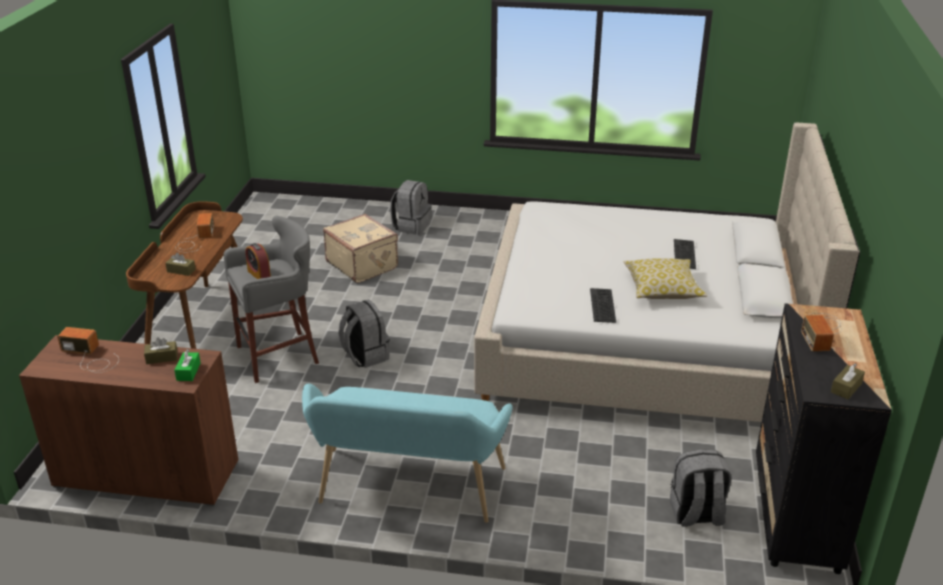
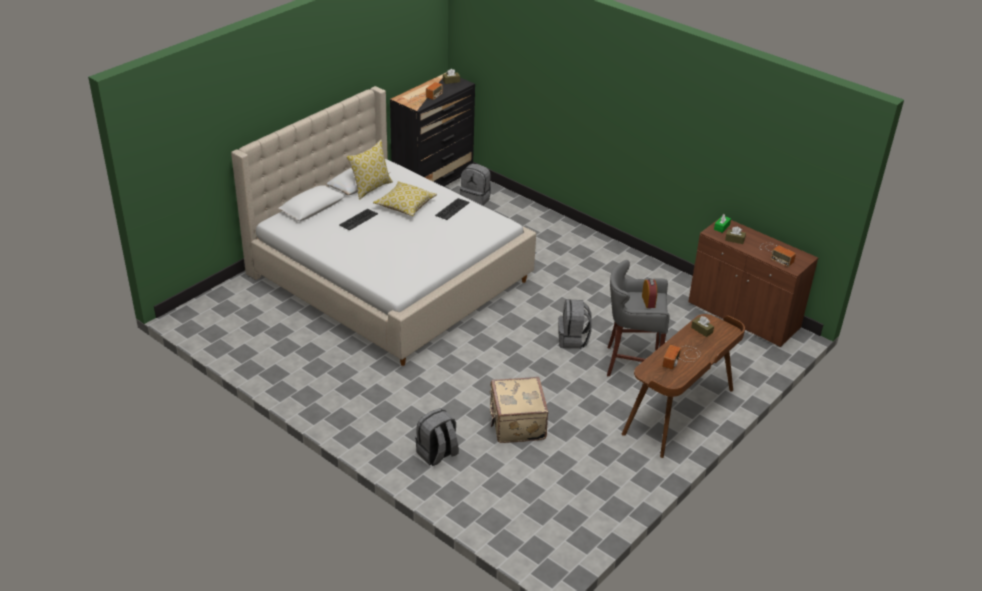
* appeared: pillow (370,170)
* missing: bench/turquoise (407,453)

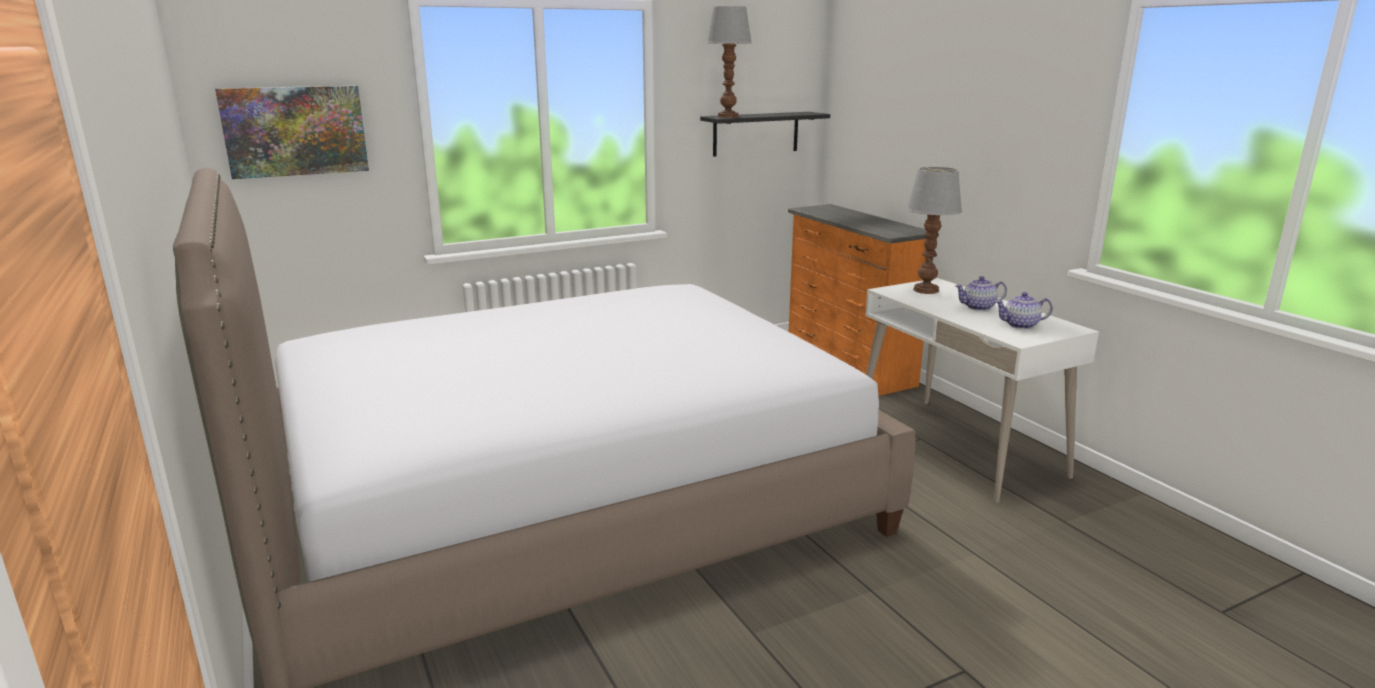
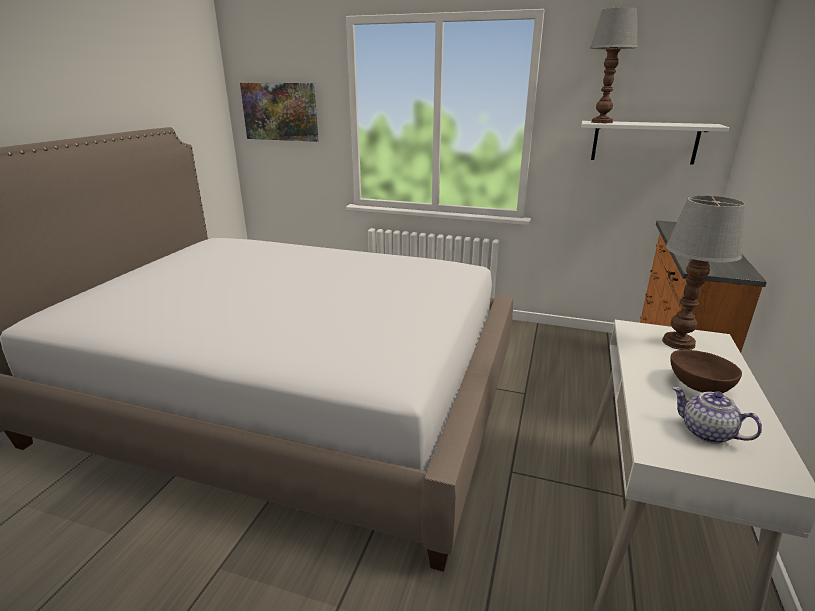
* colour: shelf/black (765,134) to shelf/white (655,143)
* exchanged: teapot (981,293) to bowl/brown (706,371)

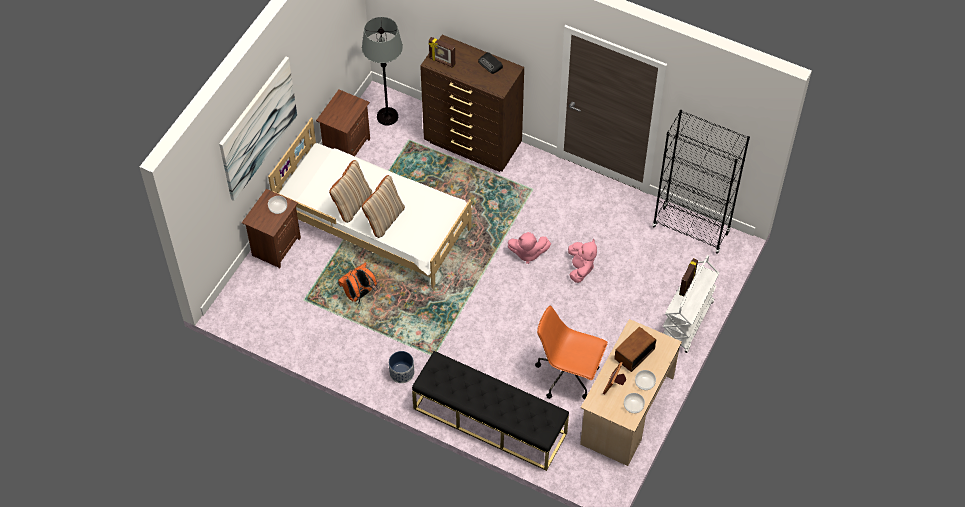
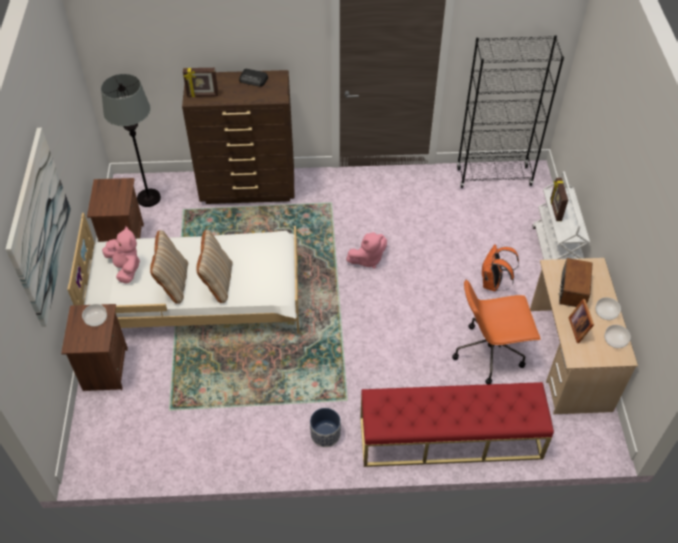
* relocated: plush toy/pink (582,261) to (121,255)
* colour: bench/black (490,411) to bench/red (457,424)
* relocated: backpack/orange (358,283) to (500,267)

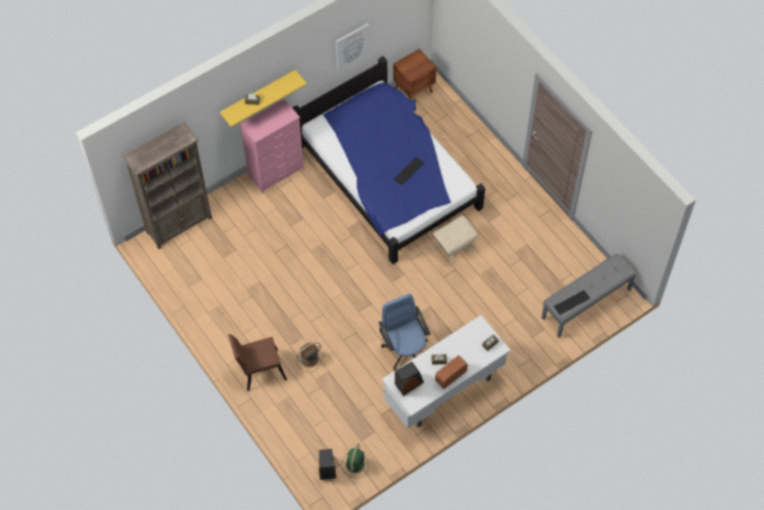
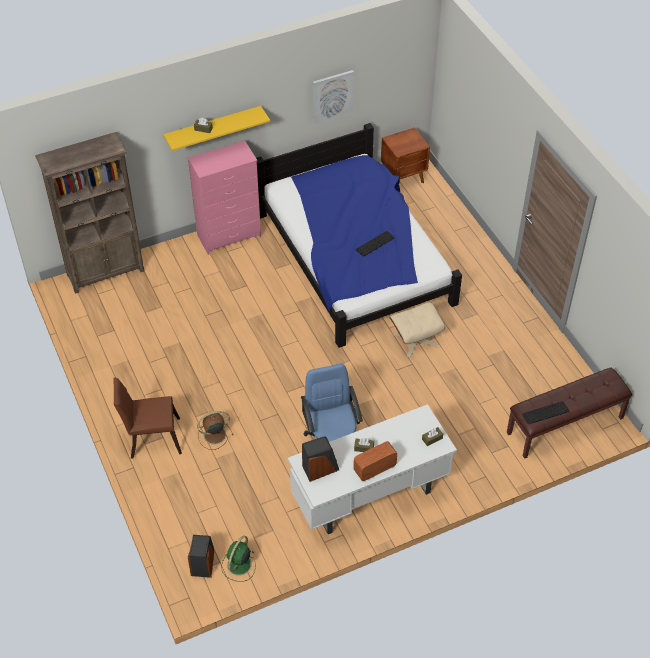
* colour: bench/grey (589,295) to bench/brown (569,413)

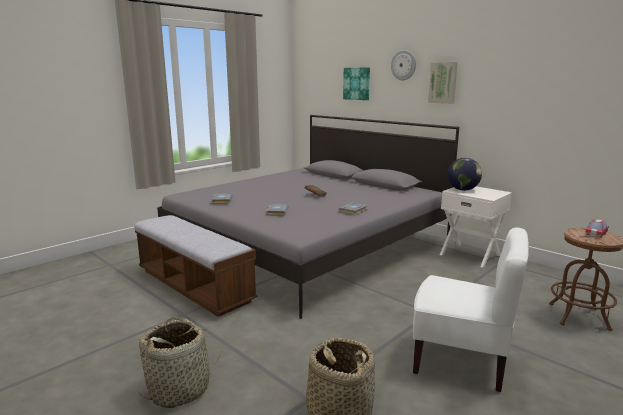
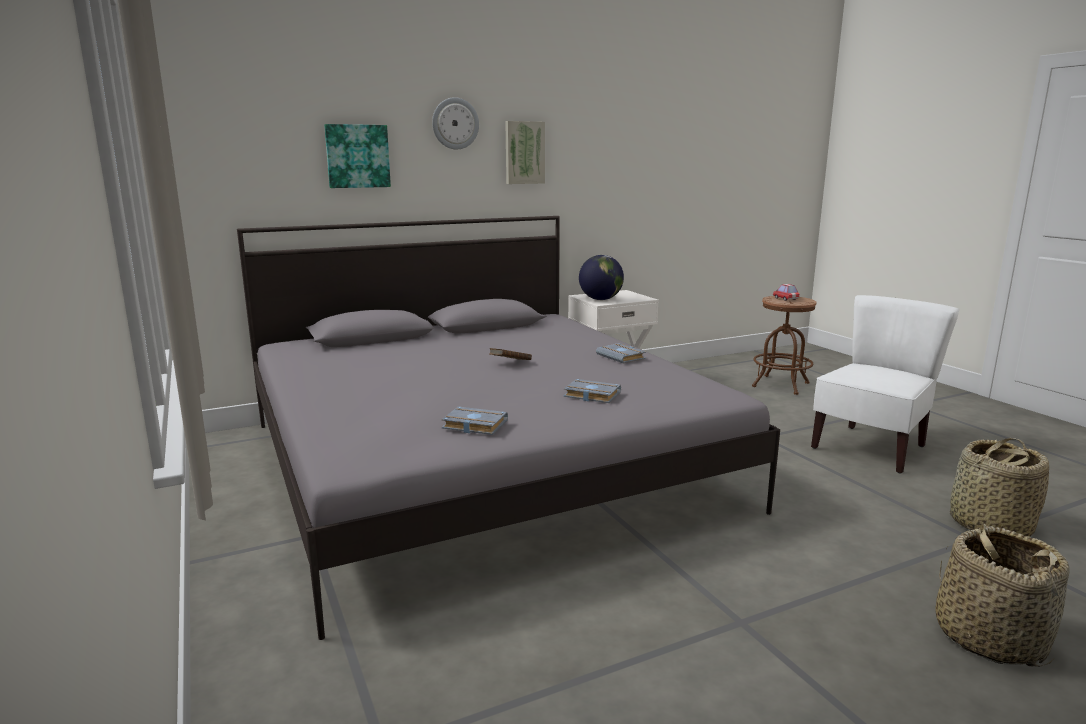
* missing: bench (196,266)

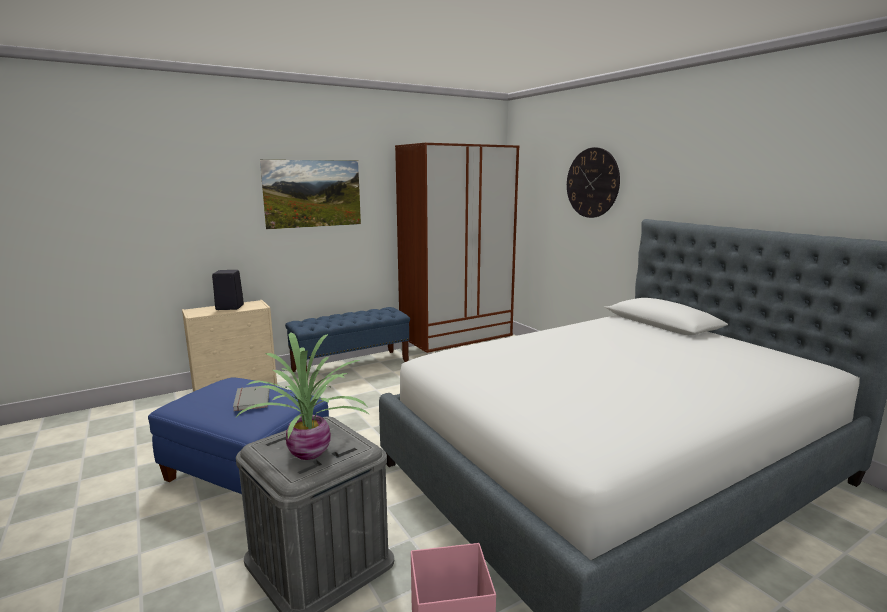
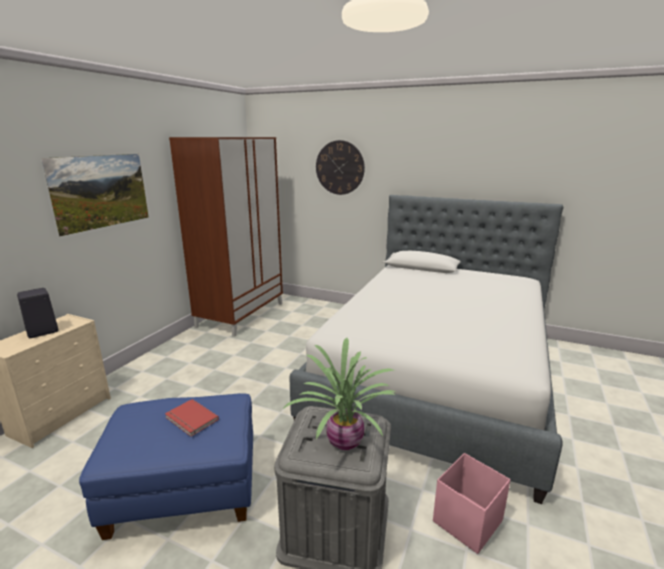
* colour: book/grey (251,398) to book/red (192,418)
* missing: bench/blue (347,340)

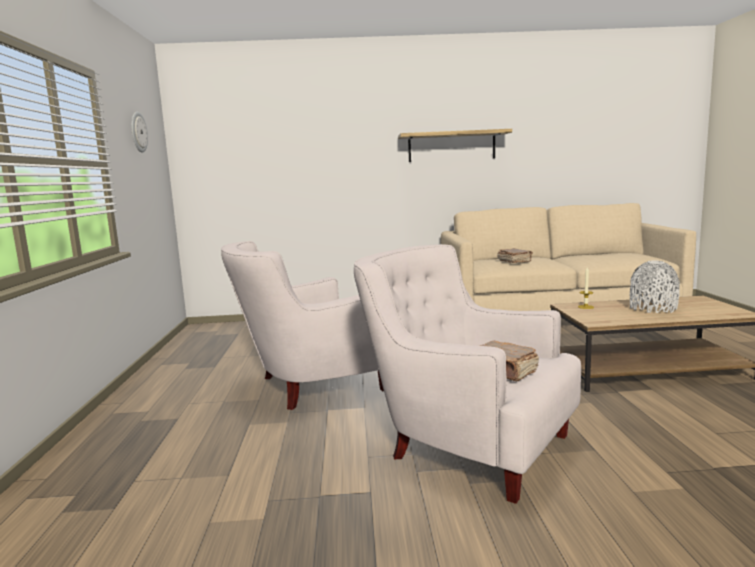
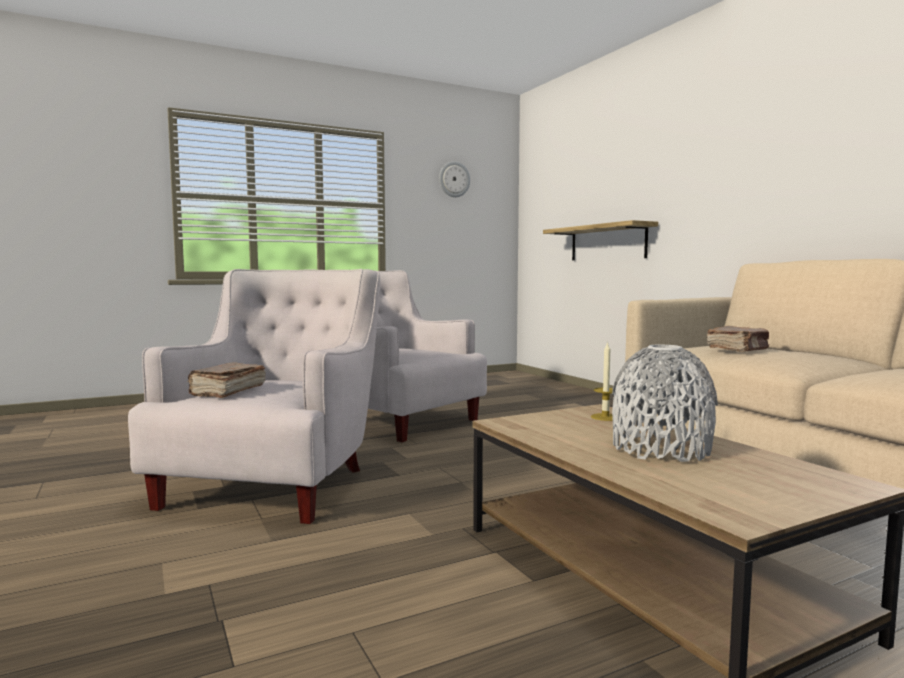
* relocated: shelf (455,145) to (600,240)

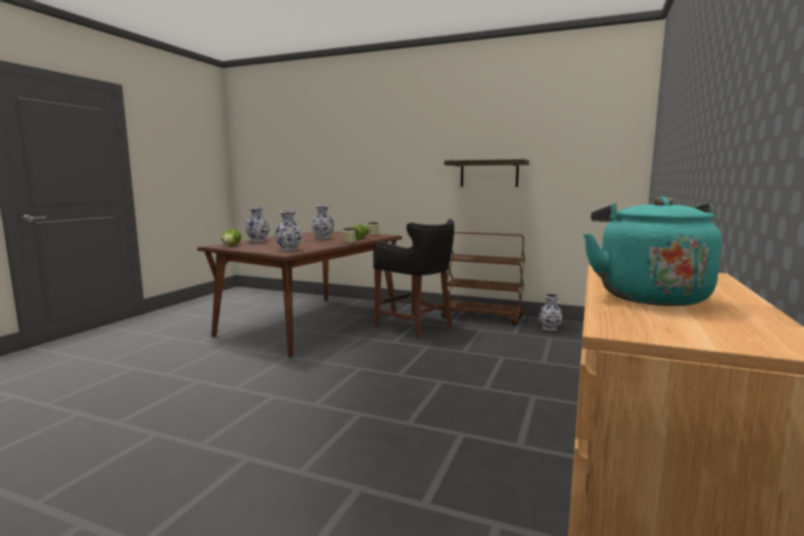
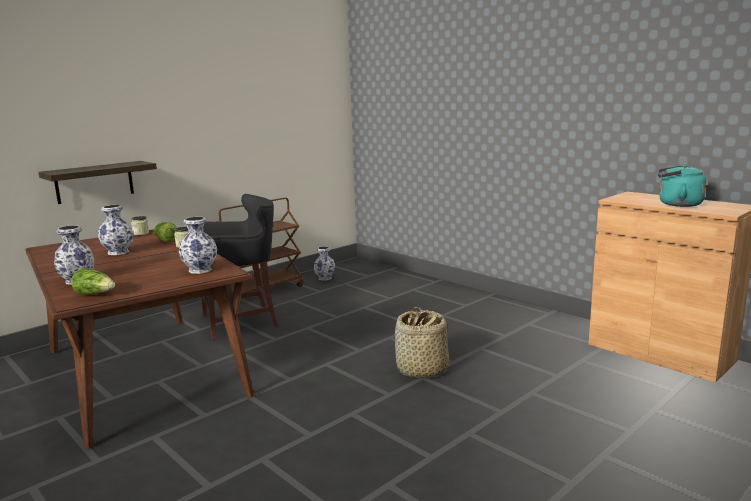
* relocated: shelf (486,173) to (97,182)
* appeared: basket (422,342)

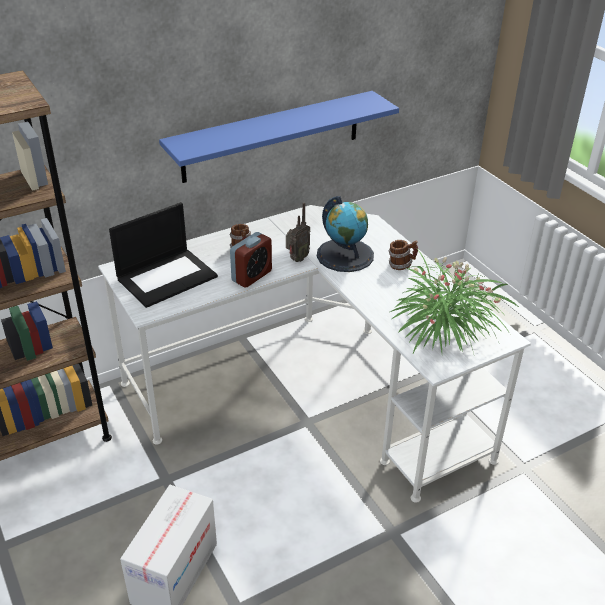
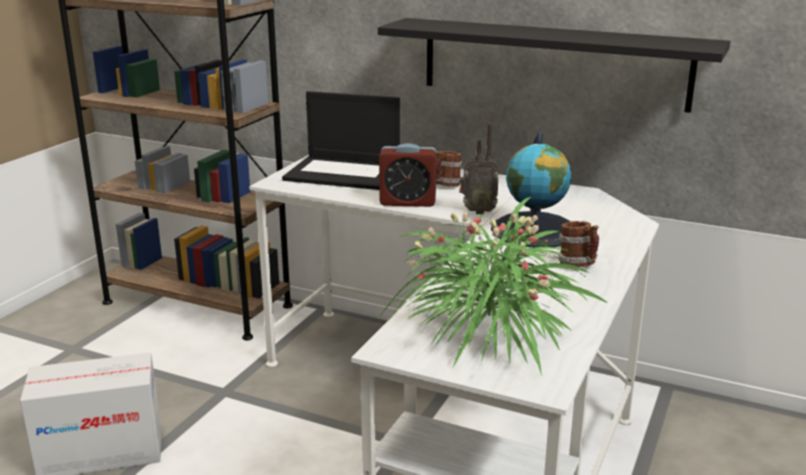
* colour: shelf/blue (279,137) to shelf/black (554,65)

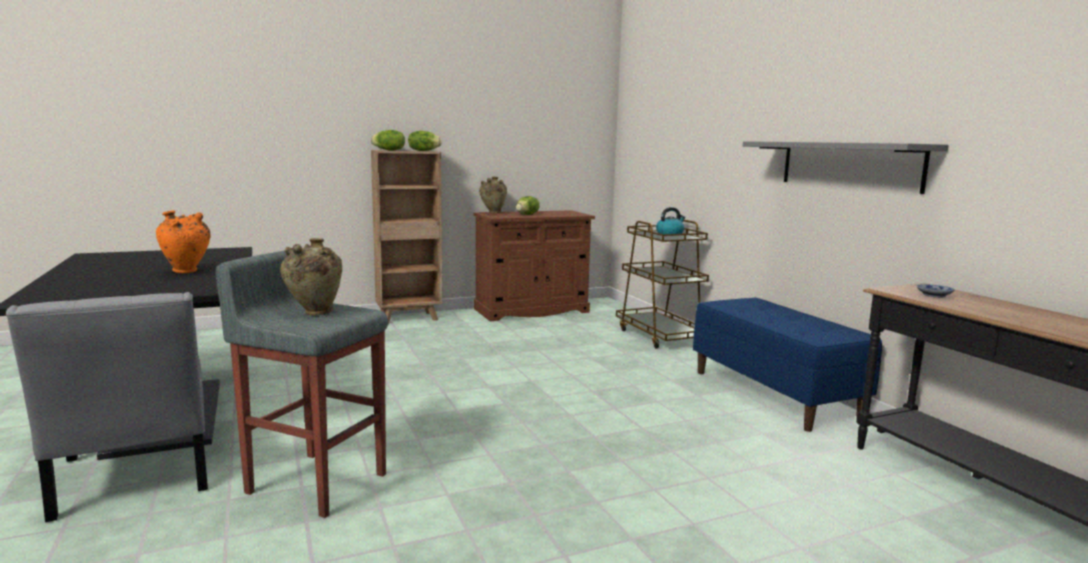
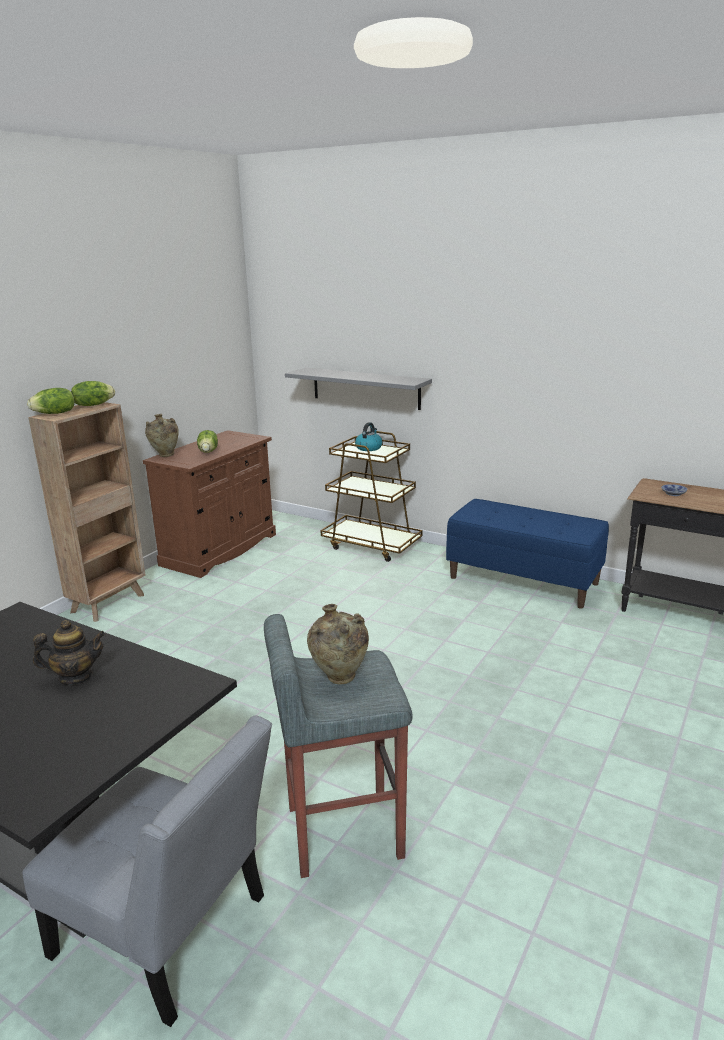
* exchanged: vase/orange (183,241) to teapot (69,652)
* relocated: shelf/grey (845,167) to (358,389)

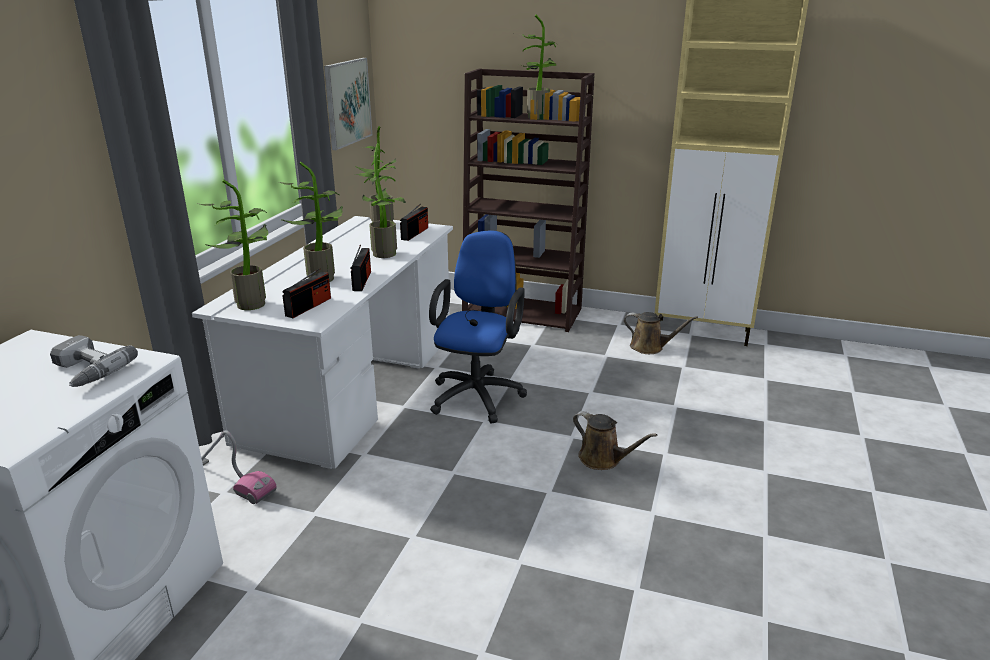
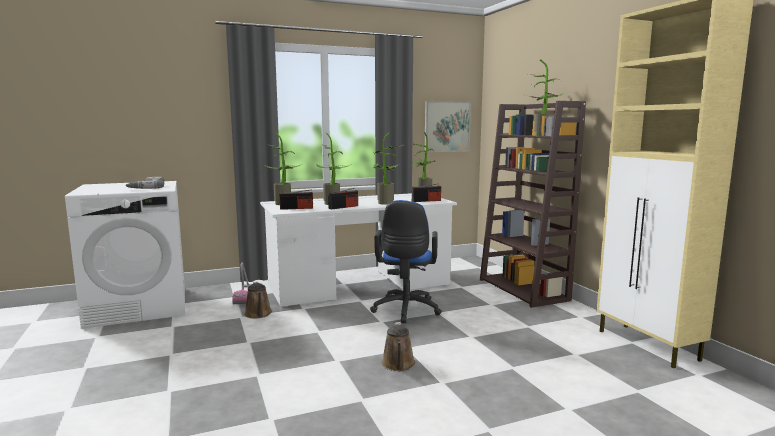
* relocated: watering can/brown (661,333) to (258,300)
* spun: office chair/blue (478,327) = (406,261) 120 degrees clockwise

